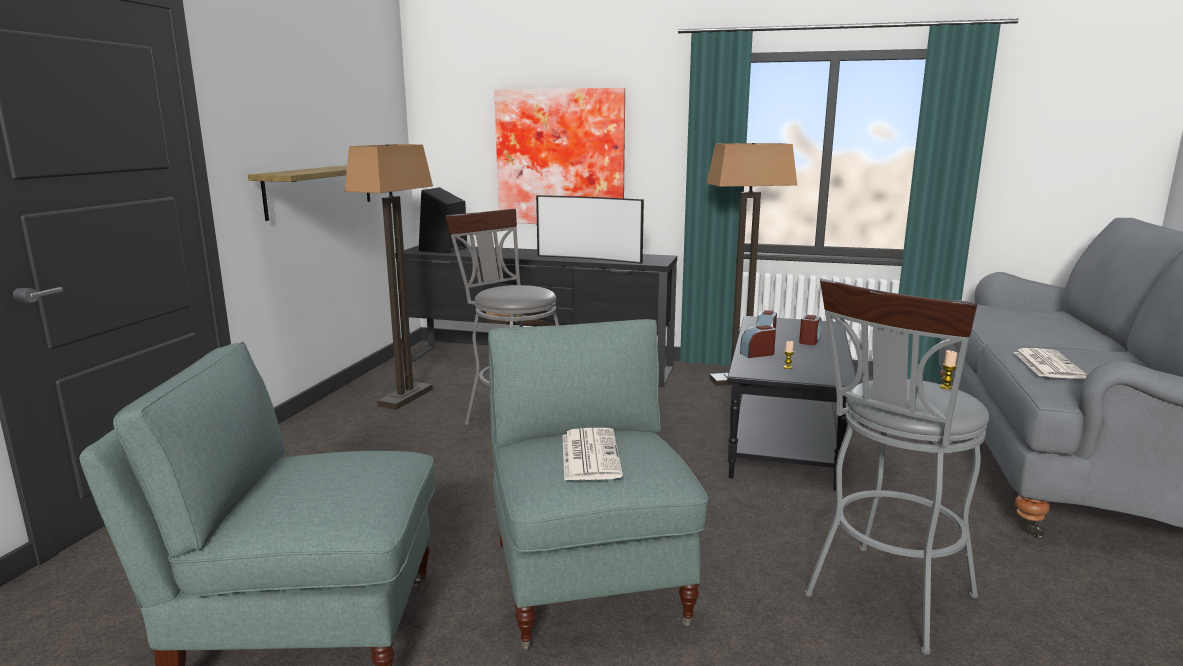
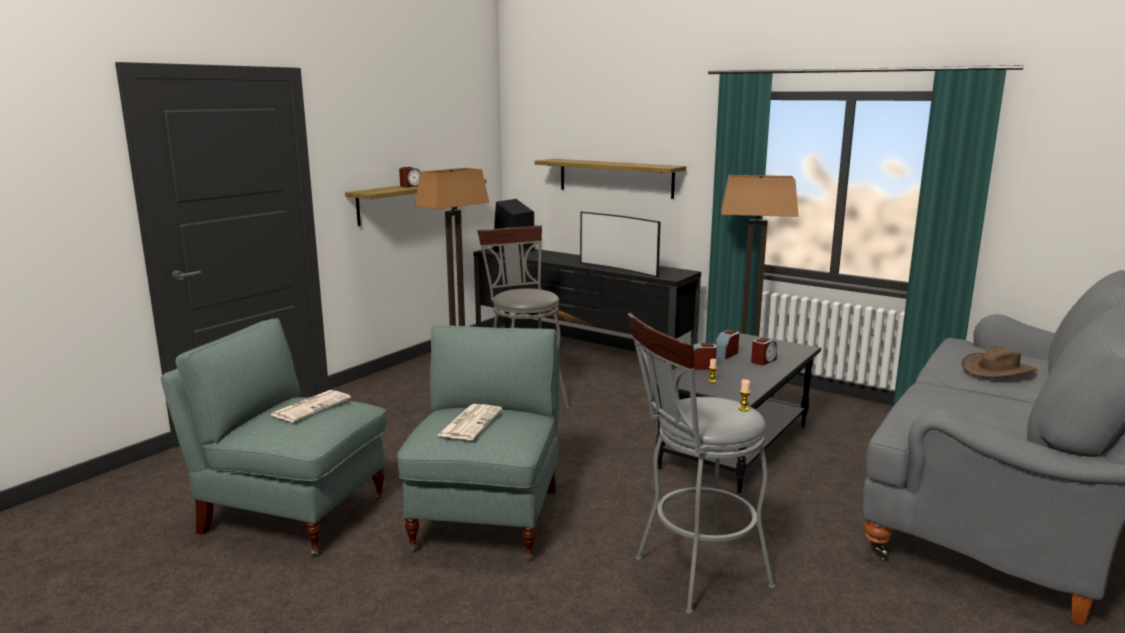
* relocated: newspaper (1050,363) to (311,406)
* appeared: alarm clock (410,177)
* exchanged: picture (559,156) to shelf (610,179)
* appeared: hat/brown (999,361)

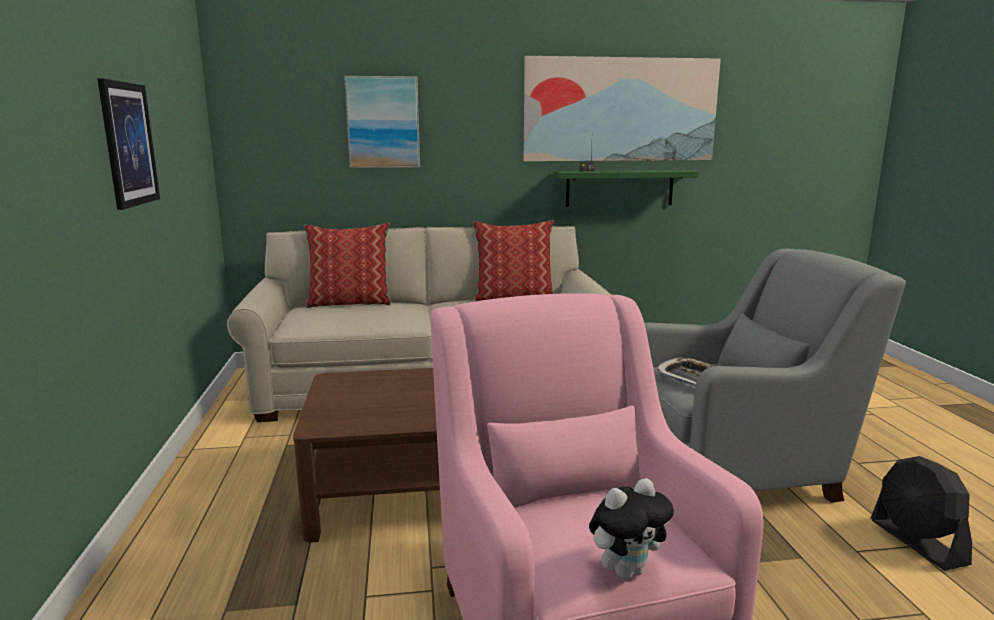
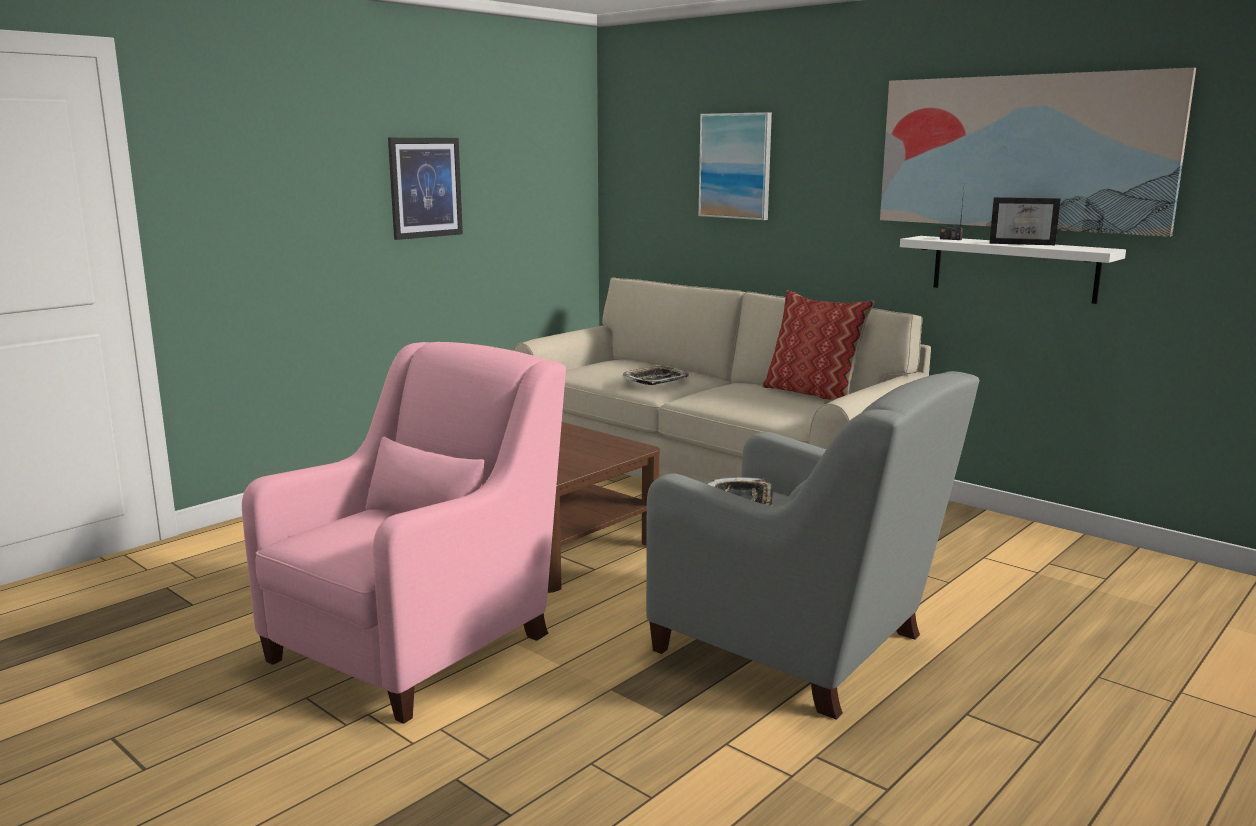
* appeared: tray (655,375)
* colour: shelf/green (626,188) to shelf/white (1013,270)
* appeared: picture frame (1025,221)
* missing: pillow (347,265)
* missing: plush toy (631,528)
* missing: fan/black (921,513)

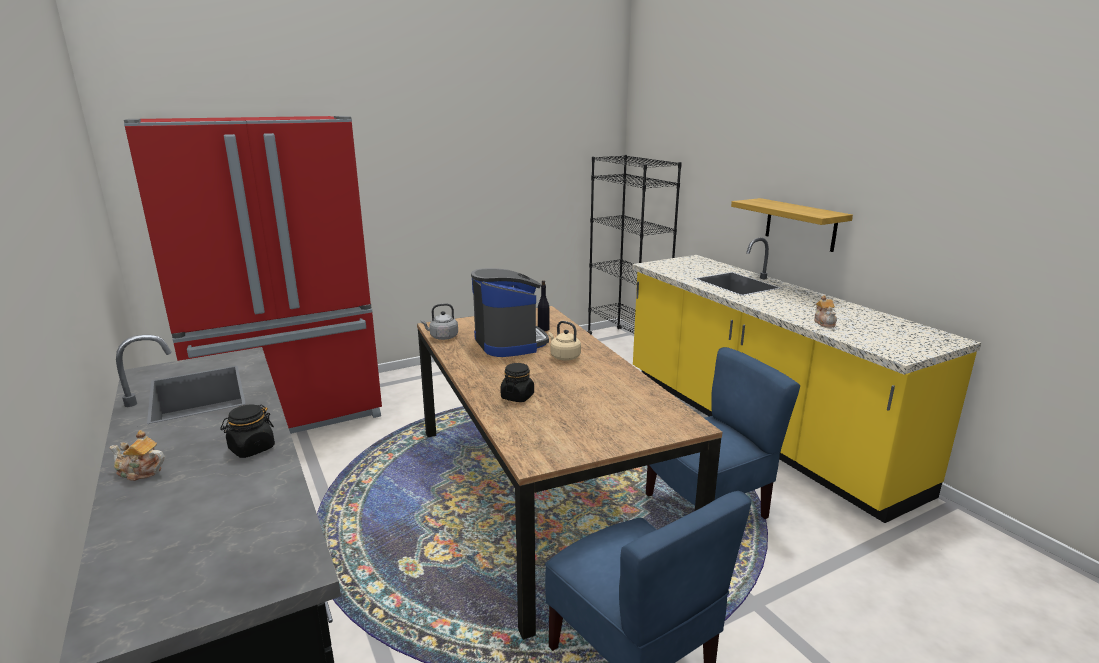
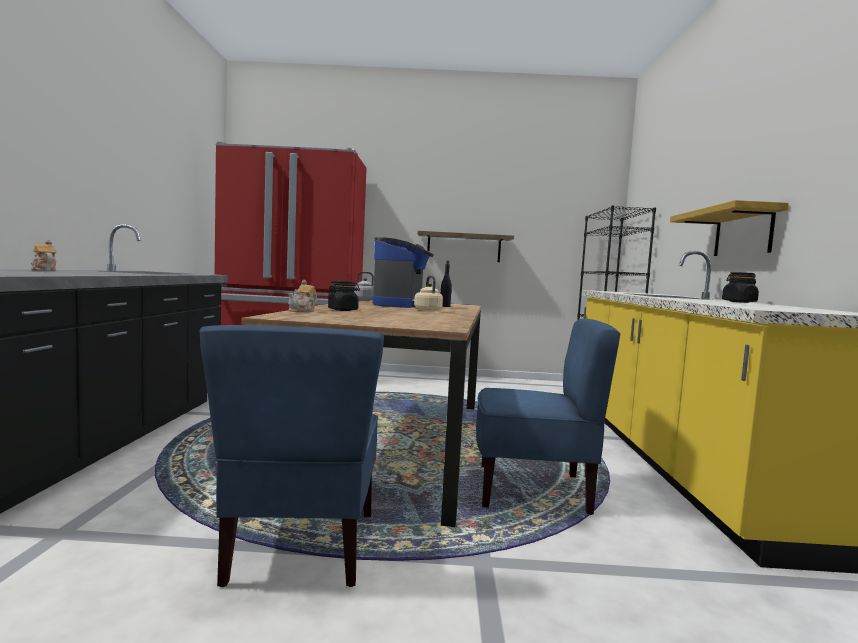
* relocated: teapot (825,311) to (302,296)
* appeared: shelf (466,246)
* relocated: jar/black (247,431) to (740,287)

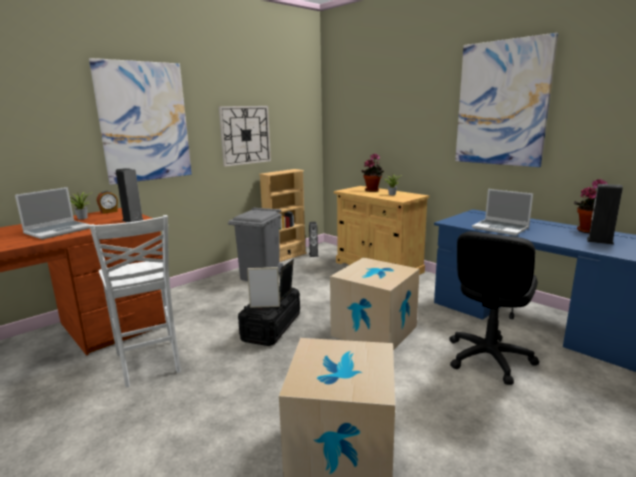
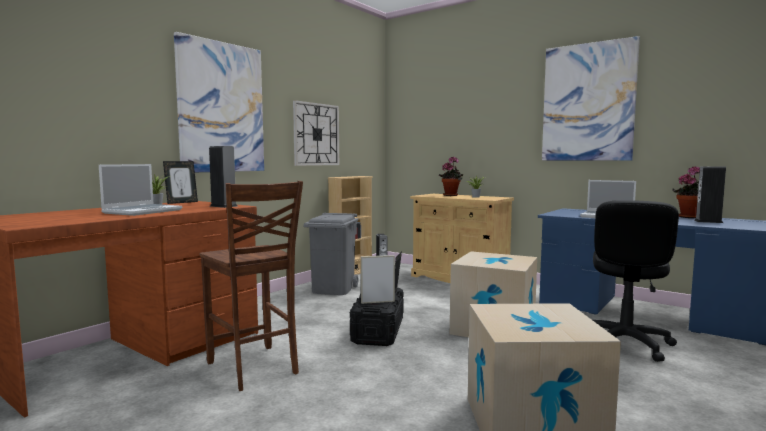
* exchanged: alarm clock (107,202) to picture frame (180,182)
* colour: chair/white (135,301) to chair/brown (251,286)

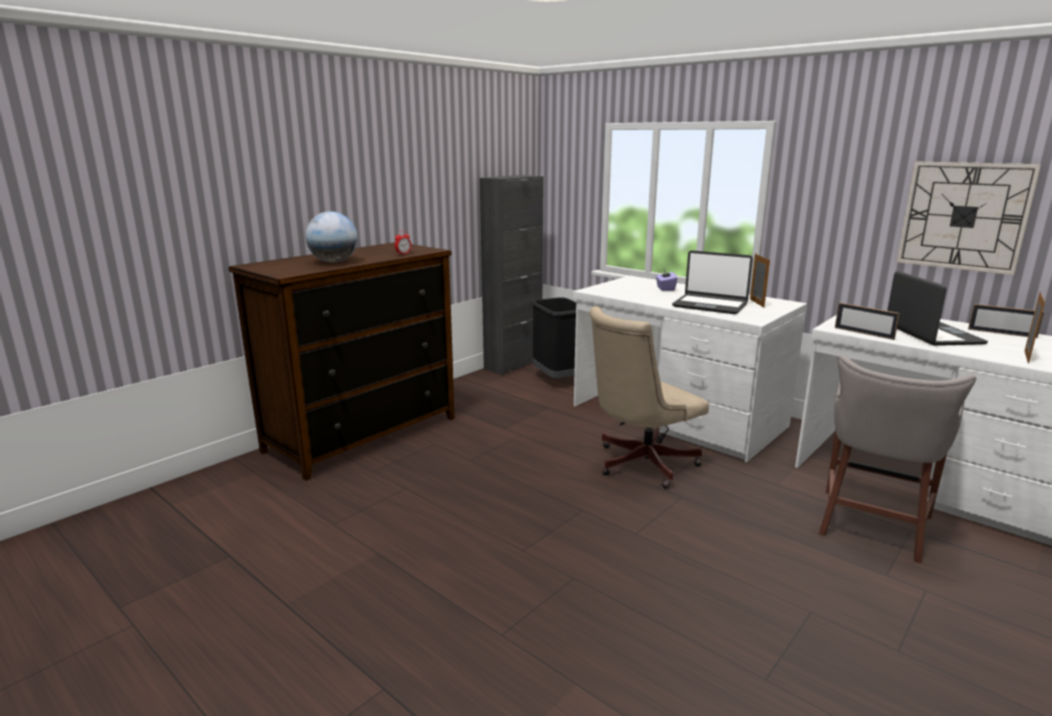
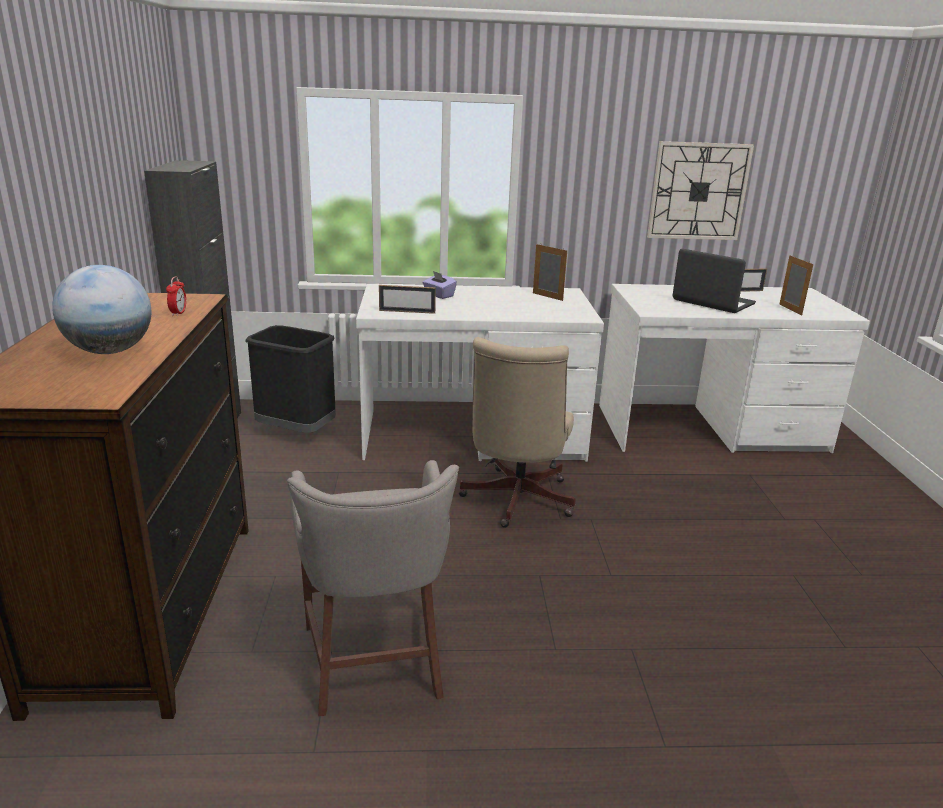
* relocated: stool/grey (898,459) to (373,588)
* relocated: picture frame (867,321) to (407,299)
* missing: laptop (712,282)

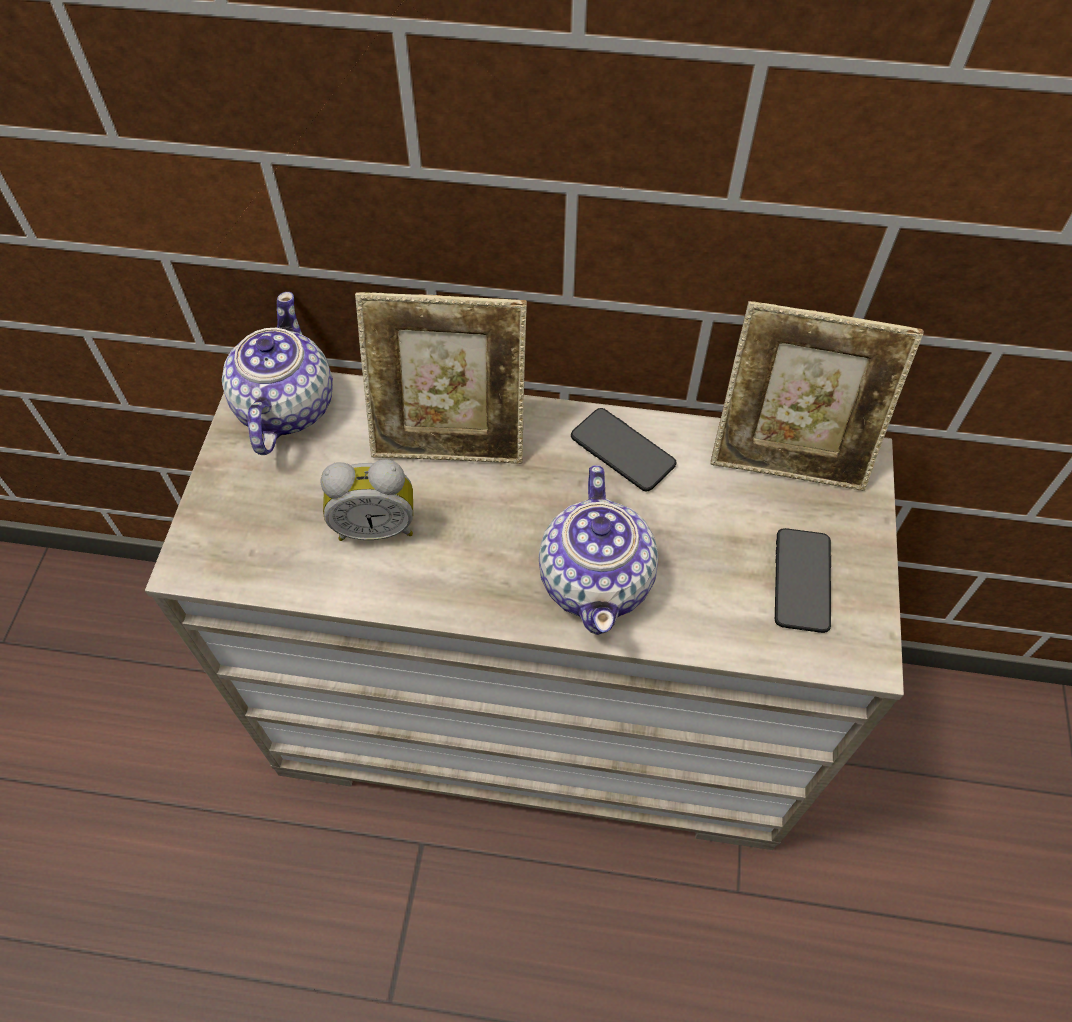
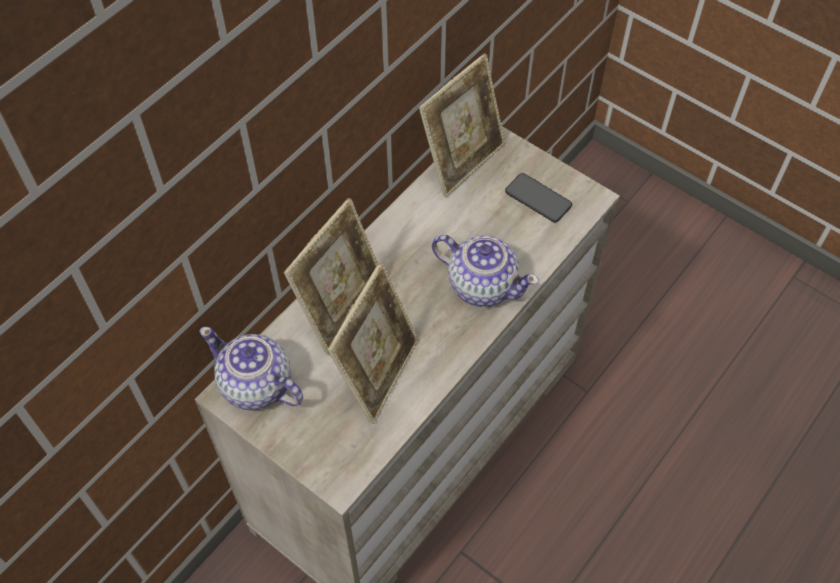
* exchanged: alarm clock (366,500) to picture frame (373,343)
* missing: phone (623,450)

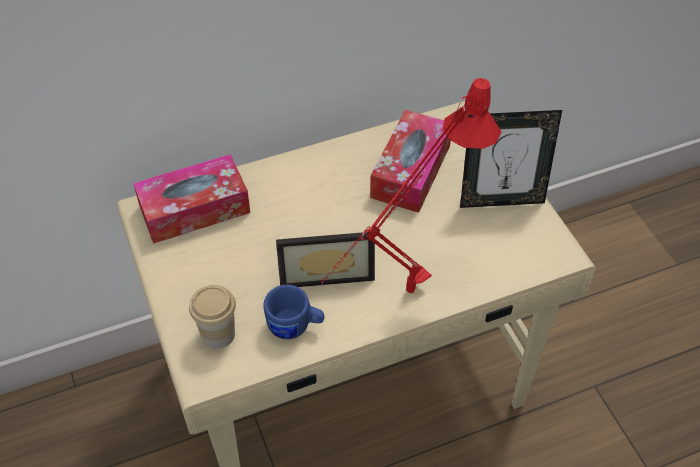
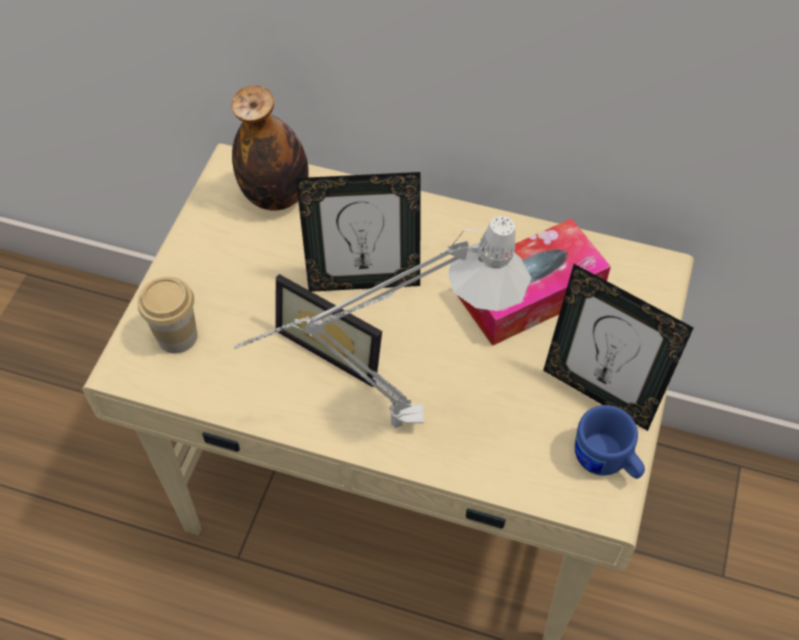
* exchanged: tissue box (191,199) to bottle (270,148)
* colour: table lamp/red (411,185) to table lamp/grey (383,322)
* appeared: picture frame (358,232)
* relocated: mug/blue (293,312) to (610,442)

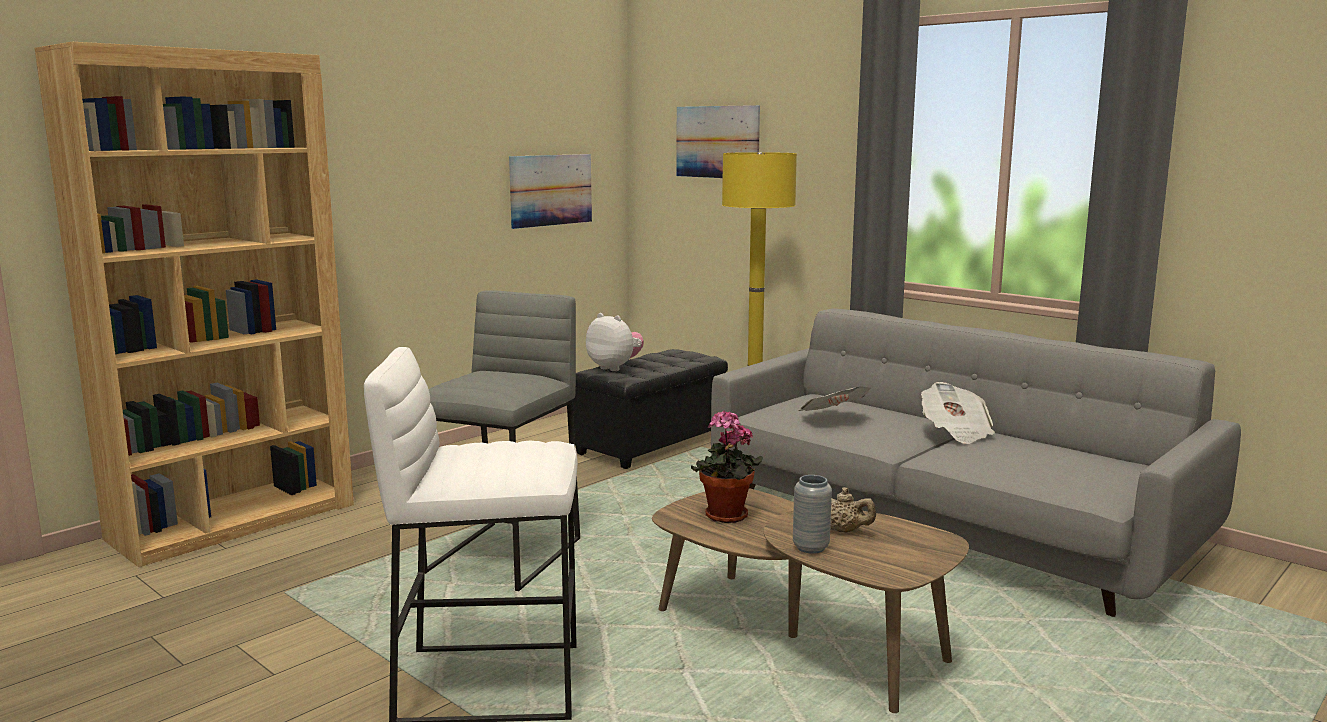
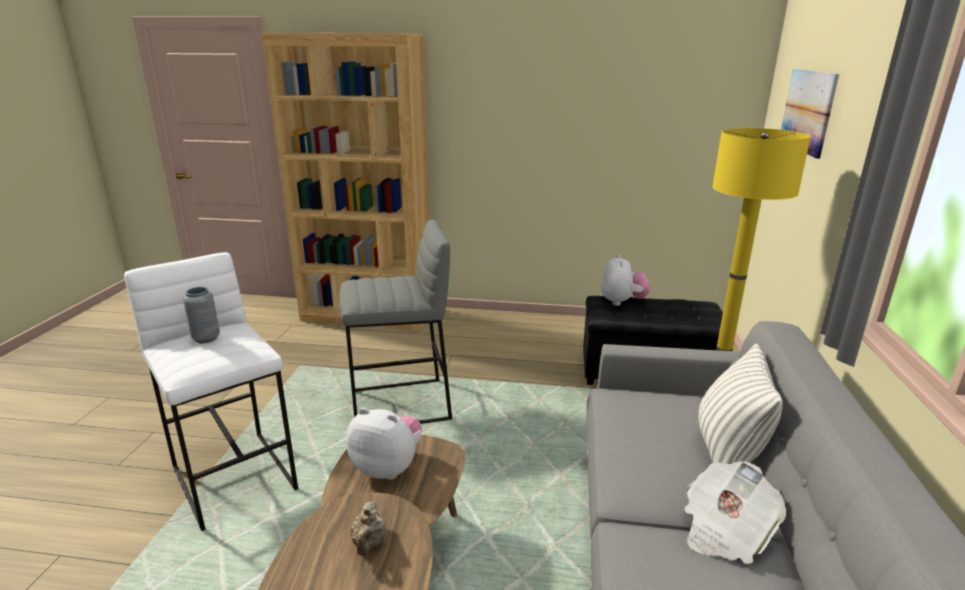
* relocated: vase/grey (812,514) to (201,315)
* exchanged: potted plant (727,466) to plush toy (384,444)
* appeared: pillow (740,403)
* missing: picture (550,191)
* missing: newspaper (834,398)

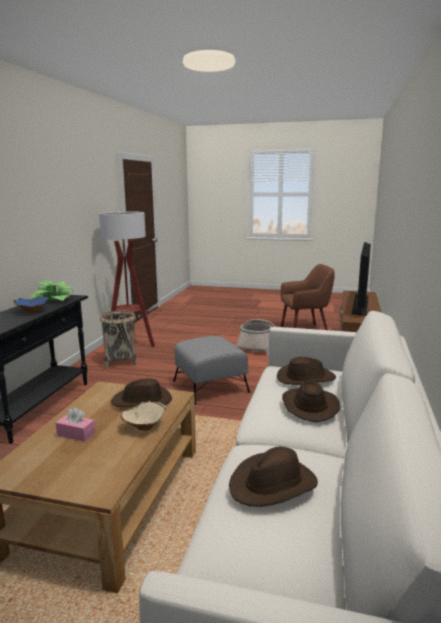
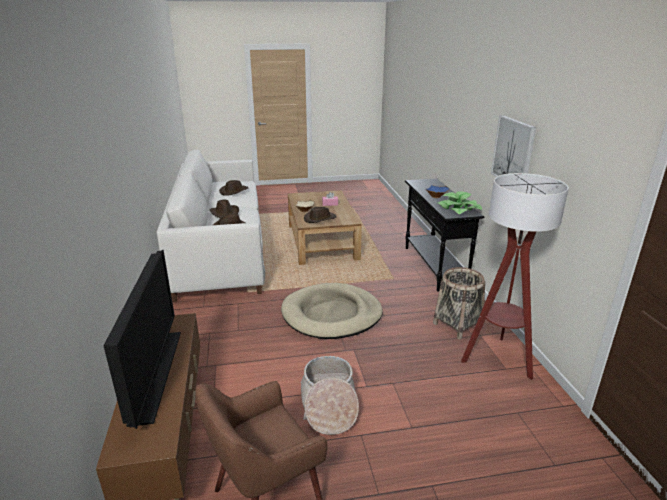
* exchanged: ottoman/grey (211,370) to dog bed/beige (332,311)
* appeared: picture (513,146)

